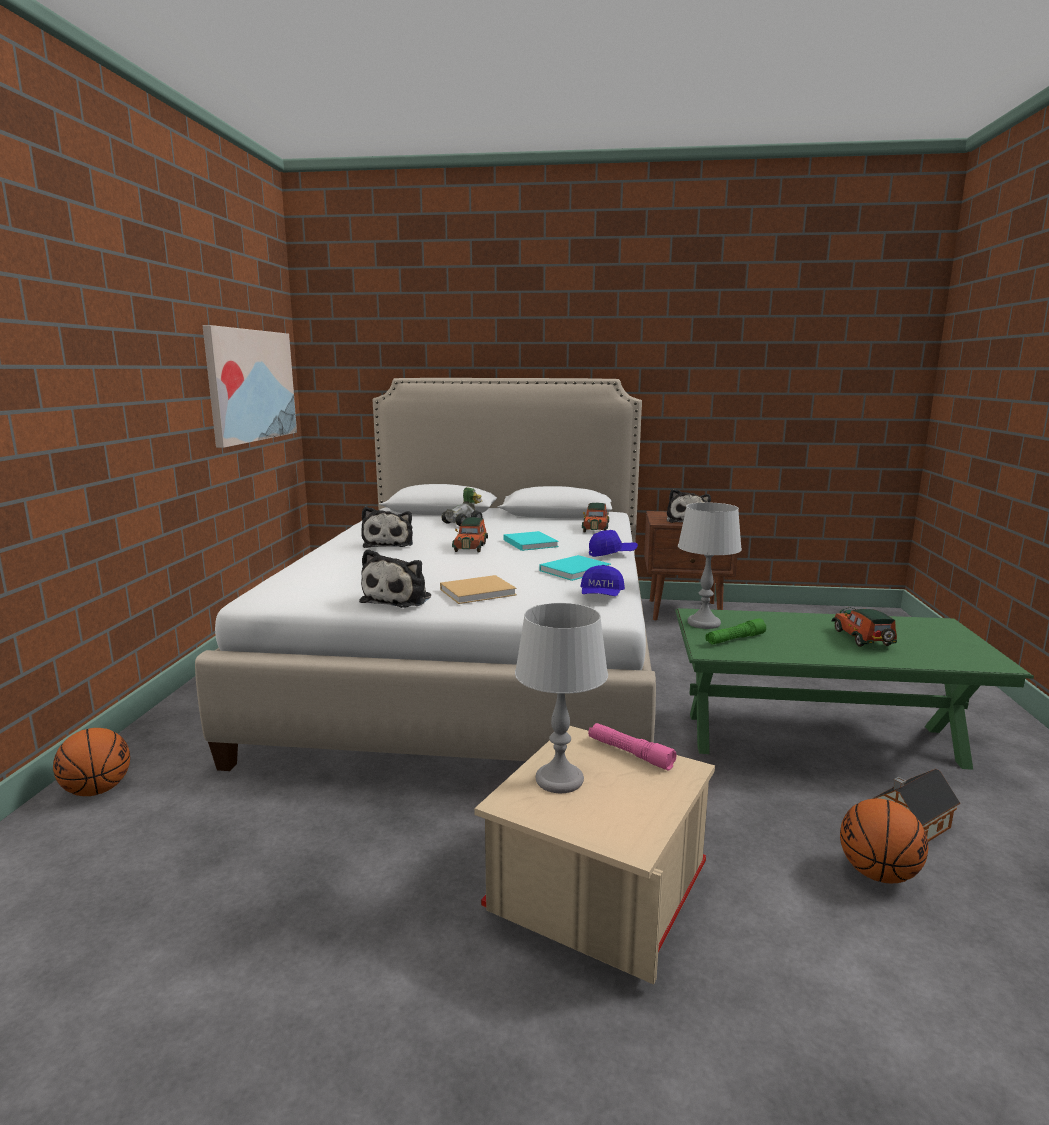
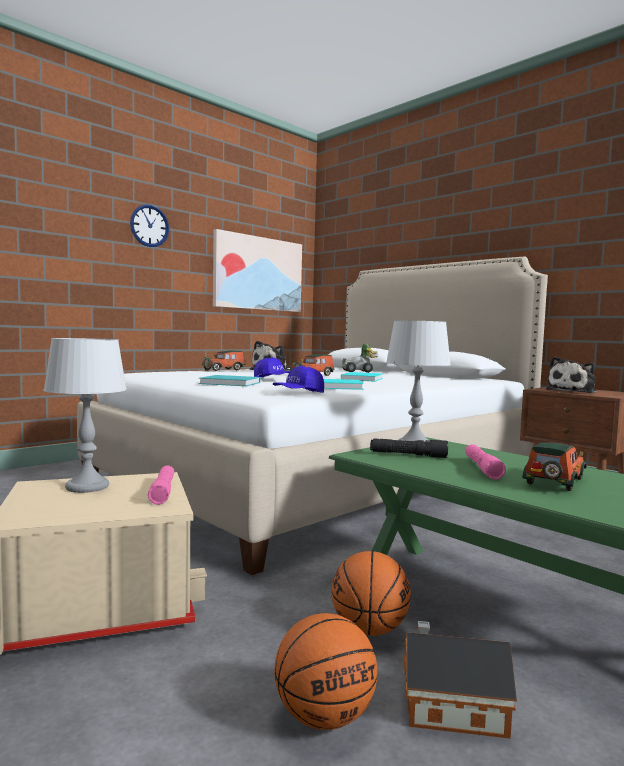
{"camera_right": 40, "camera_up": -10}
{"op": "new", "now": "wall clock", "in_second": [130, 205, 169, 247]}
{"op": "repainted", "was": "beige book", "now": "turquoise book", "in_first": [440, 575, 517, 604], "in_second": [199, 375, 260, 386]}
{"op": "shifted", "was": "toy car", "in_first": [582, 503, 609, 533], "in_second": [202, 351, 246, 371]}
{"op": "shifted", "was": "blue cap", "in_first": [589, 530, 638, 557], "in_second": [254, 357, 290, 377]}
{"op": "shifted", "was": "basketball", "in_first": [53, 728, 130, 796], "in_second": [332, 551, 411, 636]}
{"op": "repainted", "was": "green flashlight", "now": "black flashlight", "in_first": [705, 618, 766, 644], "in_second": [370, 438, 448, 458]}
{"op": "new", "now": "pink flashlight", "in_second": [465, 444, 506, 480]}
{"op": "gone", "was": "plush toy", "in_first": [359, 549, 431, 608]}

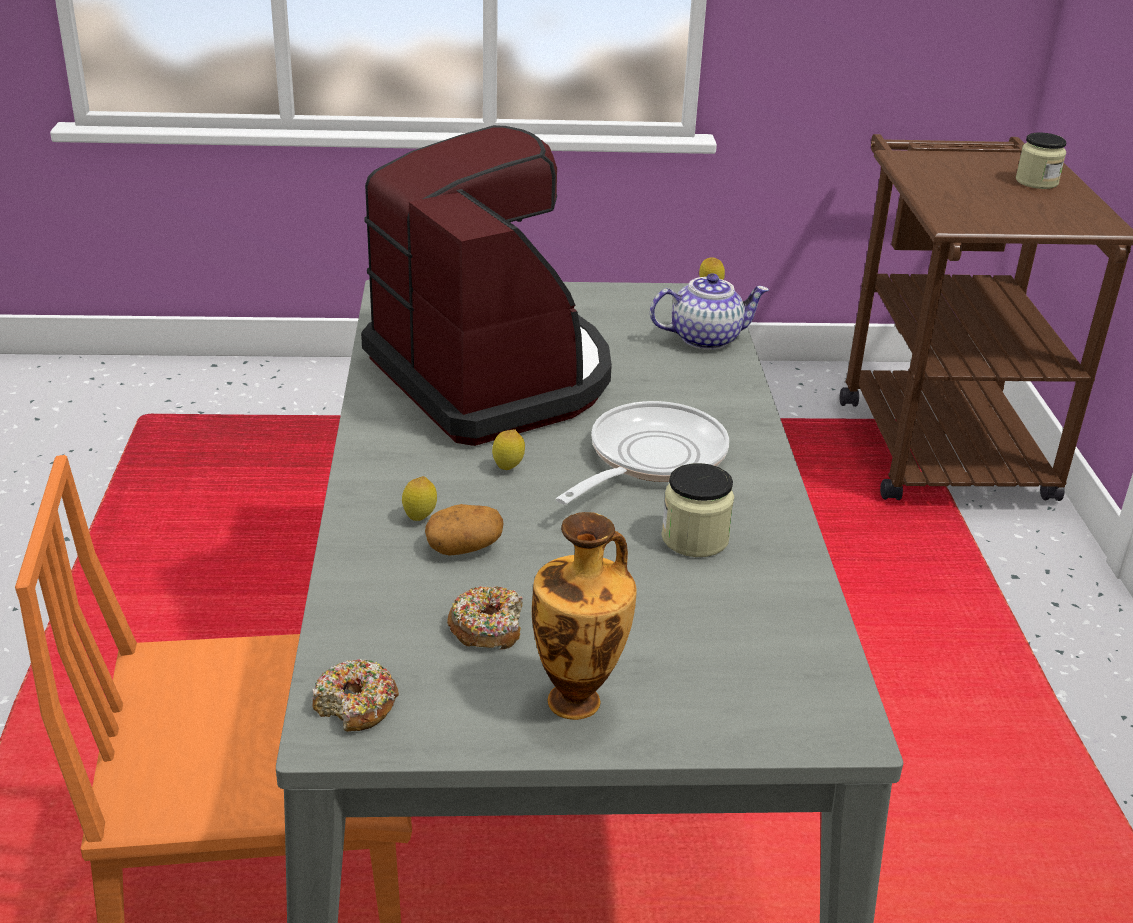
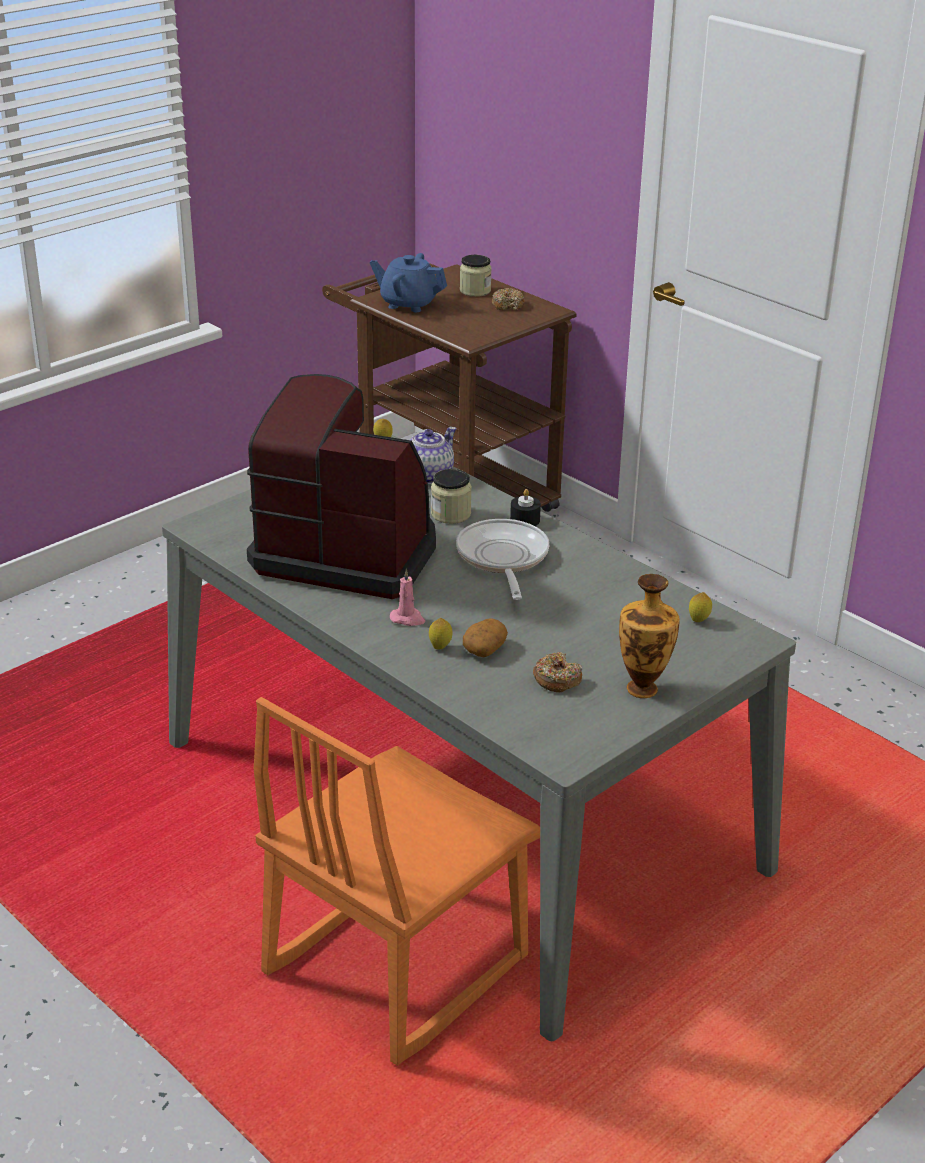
{"camera_right": -40, "camera_up": 0}
{"op": "new", "now": "blue teapot", "in_second": [370, 253, 447, 312]}
{"op": "new", "now": "pink candle", "in_second": [390, 568, 425, 626]}
{"op": "shifted", "was": "jar", "in_first": [661, 463, 734, 557], "in_second": [431, 469, 472, 524]}
{"op": "shifted", "was": "donut", "in_first": [313, 659, 399, 732], "in_second": [492, 288, 525, 310]}
{"op": "new", "now": "black candle", "in_second": [510, 489, 541, 526]}
{"op": "shifted", "was": "lemon", "in_first": [492, 429, 525, 470], "in_second": [689, 592, 712, 622]}

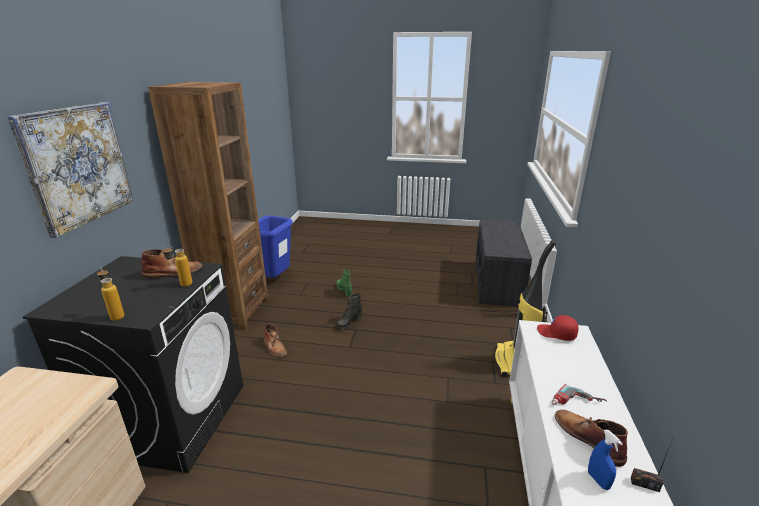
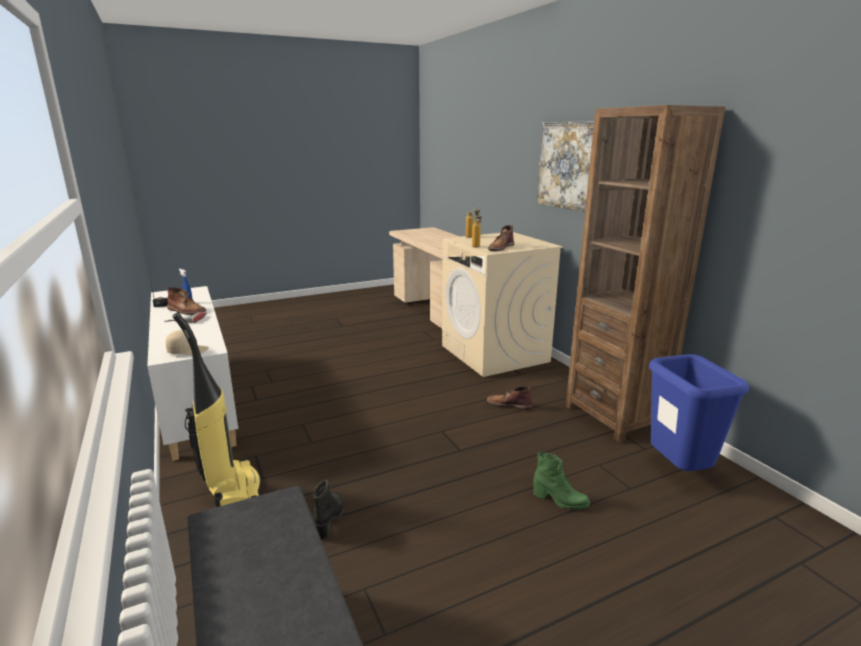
{"camera_right": 145, "camera_up": -5}
{"op": "repainted", "was": "red cap", "now": "beige cap", "in_first": [537, 315, 579, 341], "in_second": [166, 330, 209, 355]}
{"op": "shifted", "was": "black boot", "in_first": [336, 293, 362, 330], "in_second": [313, 479, 343, 540]}
{"op": "repainted", "was": "black washing machine", "now": "beige washing machine", "in_first": [23, 256, 243, 473], "in_second": [442, 232, 563, 377]}

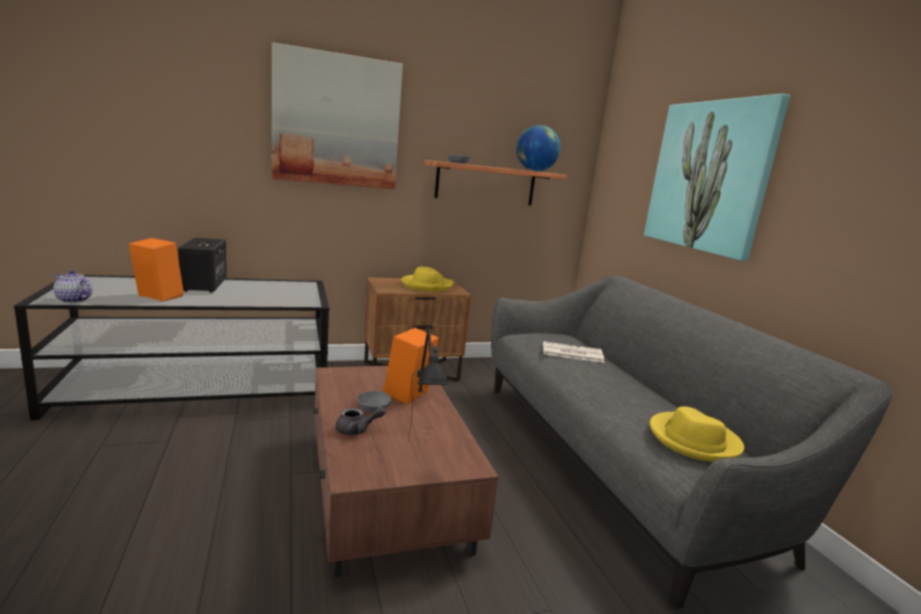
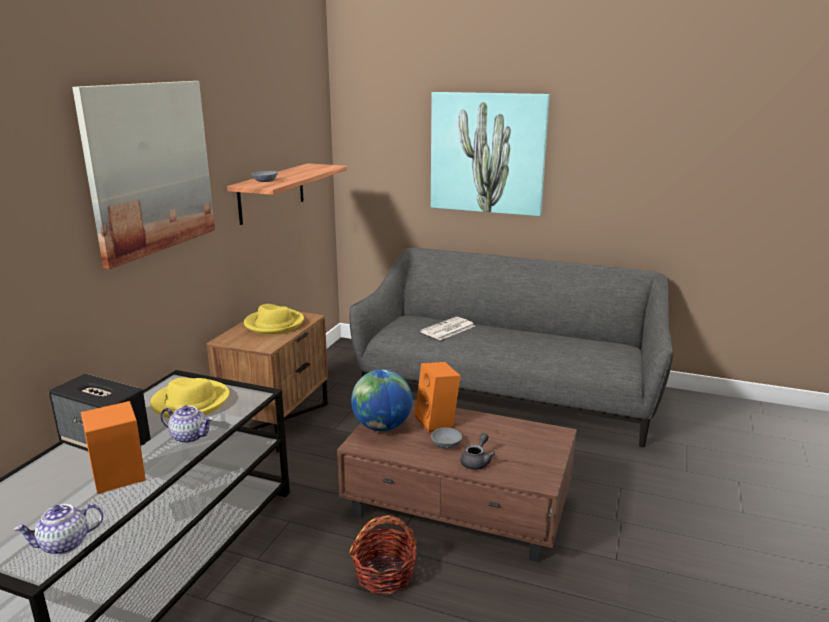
{"camera_right": -50, "camera_up": 5}
{"op": "shifted", "was": "yellow hat", "in_first": [650, 406, 744, 462], "in_second": [150, 377, 229, 418]}
{"op": "new", "now": "teapot", "in_second": [161, 405, 213, 443]}
{"op": "new", "now": "basket", "in_second": [349, 515, 418, 594]}
{"op": "shifted", "was": "globe", "in_first": [516, 125, 561, 171], "in_second": [351, 369, 412, 431]}
{"op": "gone", "was": "black table lamp", "in_first": [408, 324, 449, 441]}

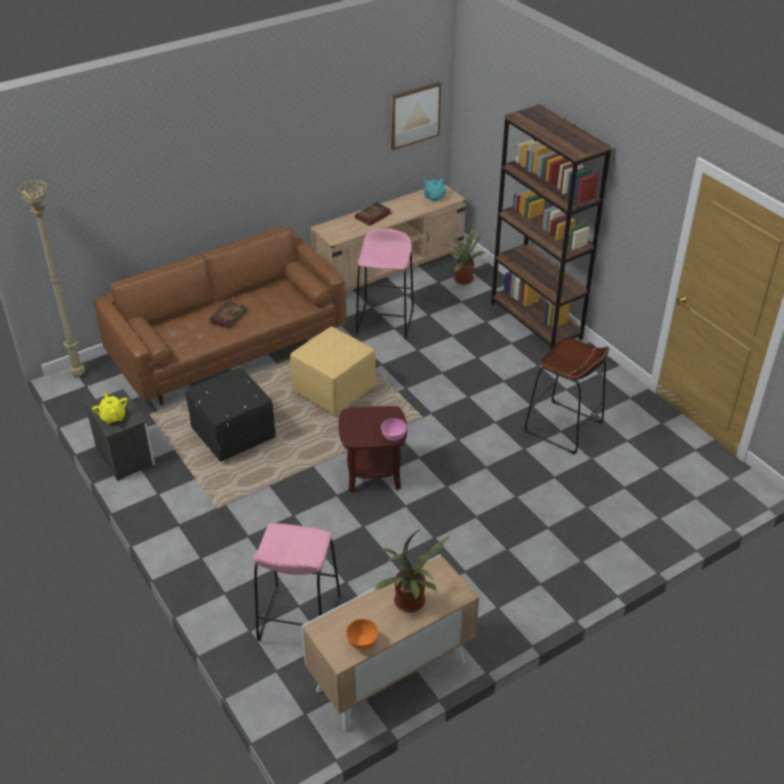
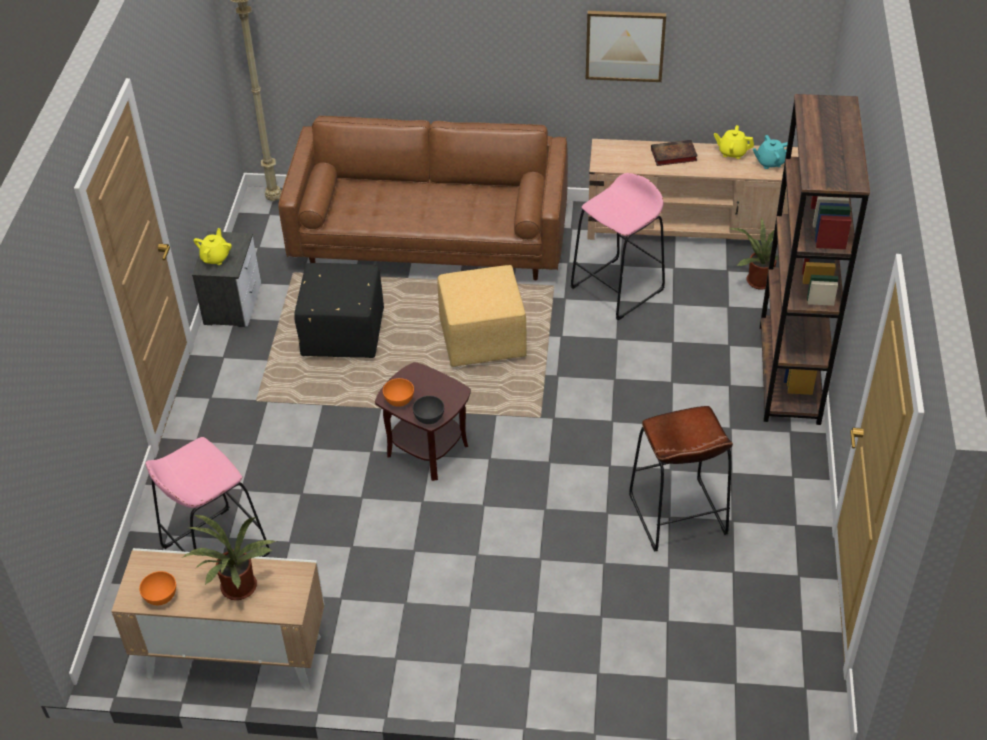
{"camera_right": 40, "camera_up": 5}
{"op": "new", "now": "orange bowl", "in_second": [383, 378, 414, 407]}
{"op": "repainted", "was": "pink bowl", "now": "grey bowl", "in_first": [381, 418, 407, 441], "in_second": [413, 396, 444, 424]}
{"op": "shifted", "was": "picture", "in_first": [391, 82, 441, 150], "in_second": [586, 11, 666, 82]}
{"op": "new", "now": "yellow teapot", "in_second": [714, 125, 754, 159]}
{"op": "gone", "was": "book", "in_first": [209, 301, 247, 329]}

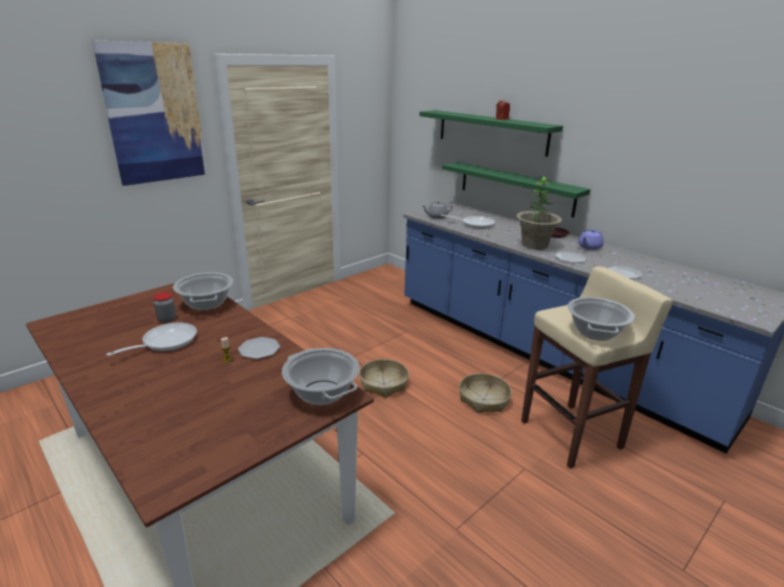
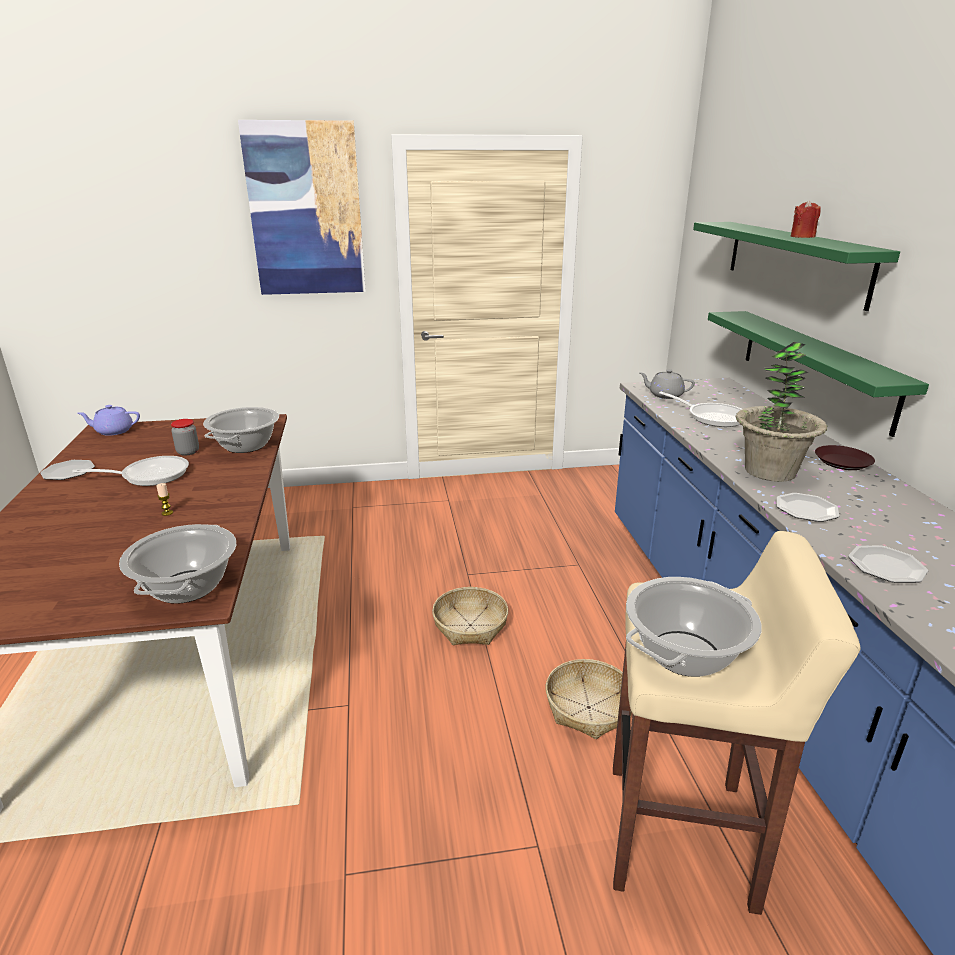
{"camera_right": 35, "camera_up": 0}
{"op": "shifted", "was": "plate", "in_first": [238, 337, 280, 359], "in_second": [40, 460, 95, 480]}
{"op": "shifted", "was": "purple teapot", "in_first": [578, 229, 604, 250], "in_second": [77, 405, 140, 436]}

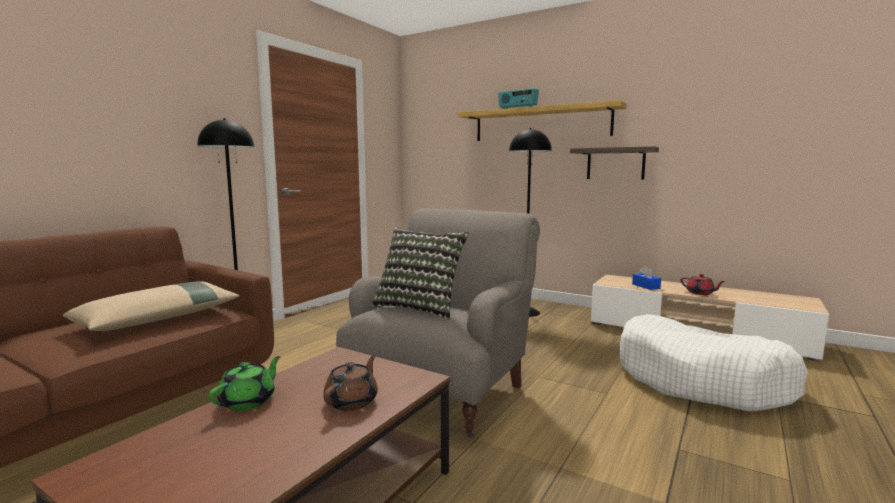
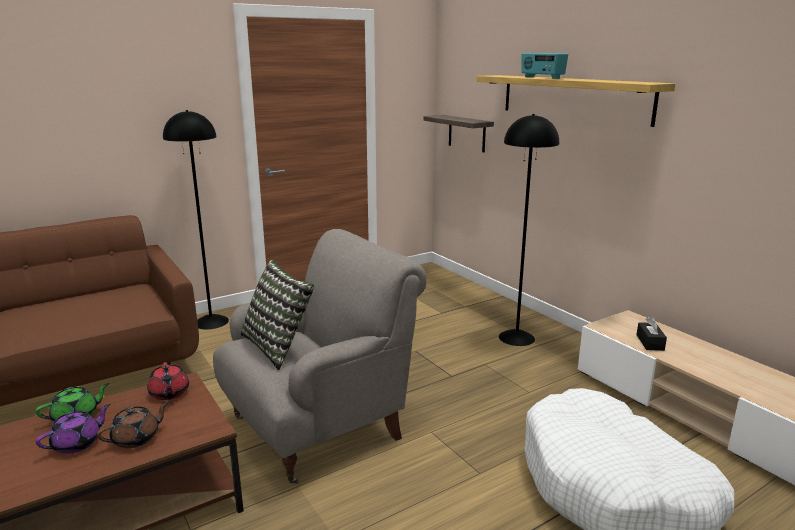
{"camera_right": 25, "camera_up": 10}
{"op": "new", "now": "purple teapot", "in_second": [35, 404, 110, 454]}
{"op": "shifted", "was": "red teapot", "in_first": [680, 274, 726, 295], "in_second": [147, 362, 189, 400]}
{"op": "shifted", "was": "shelf", "in_first": [570, 146, 659, 179], "in_second": [423, 115, 494, 152]}
{"op": "repainted", "was": "blue tissue box", "now": "black tissue box", "in_first": [632, 266, 661, 290], "in_second": [637, 317, 667, 351]}
{"op": "gone", "was": "beige pillow", "in_first": [63, 281, 240, 331]}

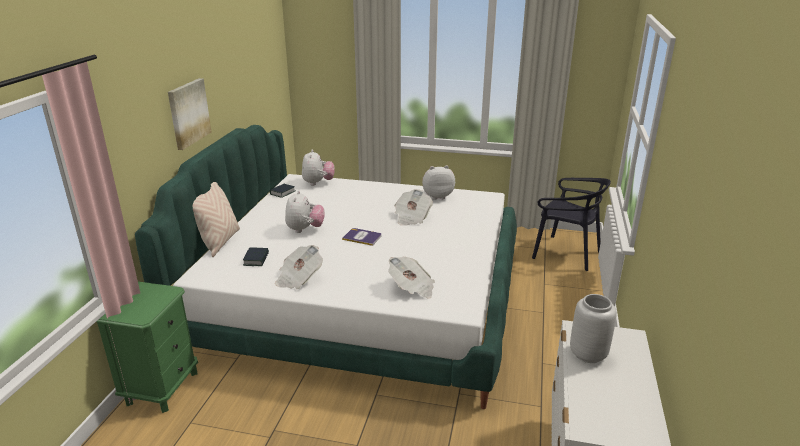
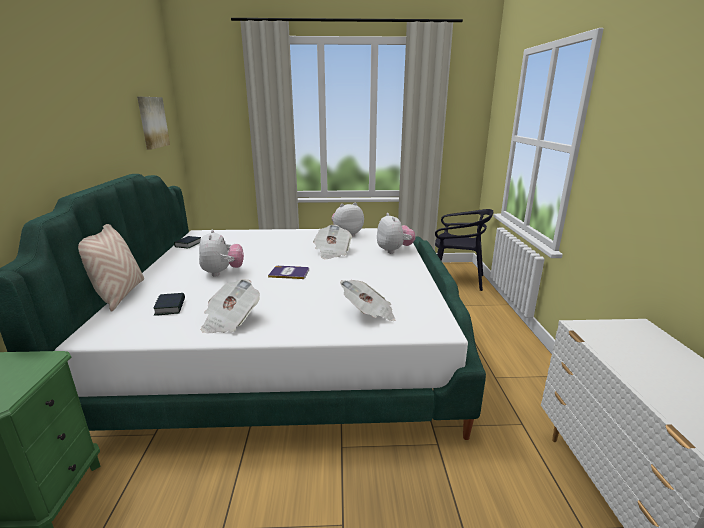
{"camera_right": -15, "camera_up": -5}
{"op": "shifted", "was": "picture", "in_first": [168, 78, 211, 150], "in_second": [137, 97, 170, 150]}
{"op": "shifted", "was": "plush toy", "in_first": [302, 150, 335, 186], "in_second": [377, 213, 415, 254]}
{"op": "gone", "was": "grey vase", "in_first": [570, 294, 617, 363]}

